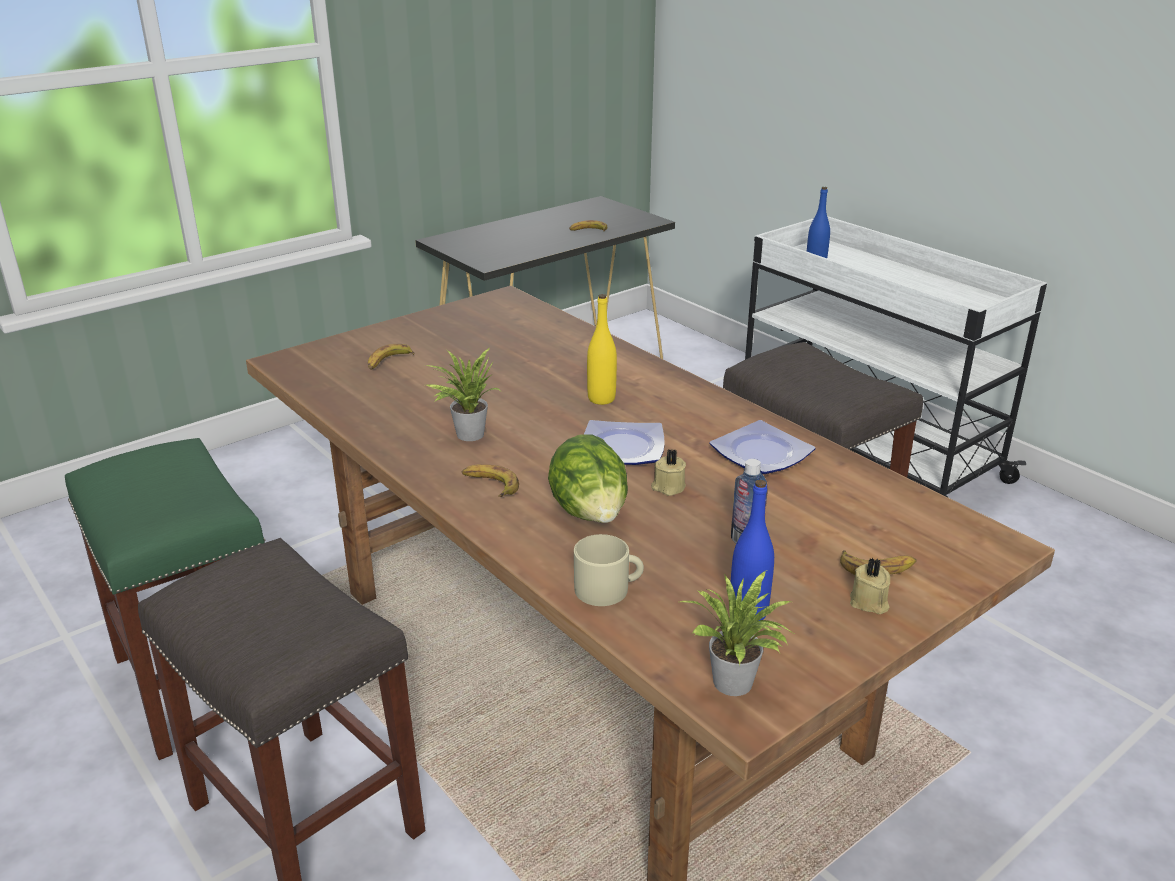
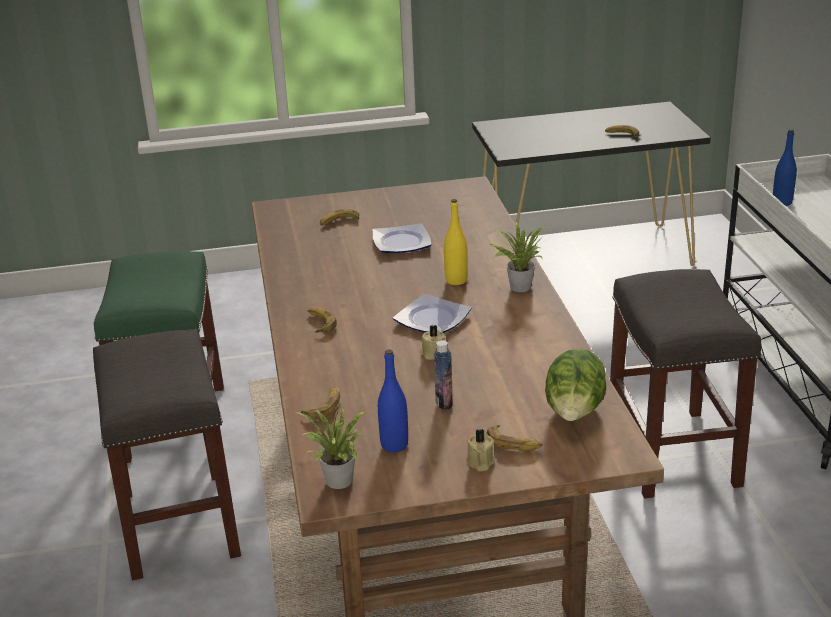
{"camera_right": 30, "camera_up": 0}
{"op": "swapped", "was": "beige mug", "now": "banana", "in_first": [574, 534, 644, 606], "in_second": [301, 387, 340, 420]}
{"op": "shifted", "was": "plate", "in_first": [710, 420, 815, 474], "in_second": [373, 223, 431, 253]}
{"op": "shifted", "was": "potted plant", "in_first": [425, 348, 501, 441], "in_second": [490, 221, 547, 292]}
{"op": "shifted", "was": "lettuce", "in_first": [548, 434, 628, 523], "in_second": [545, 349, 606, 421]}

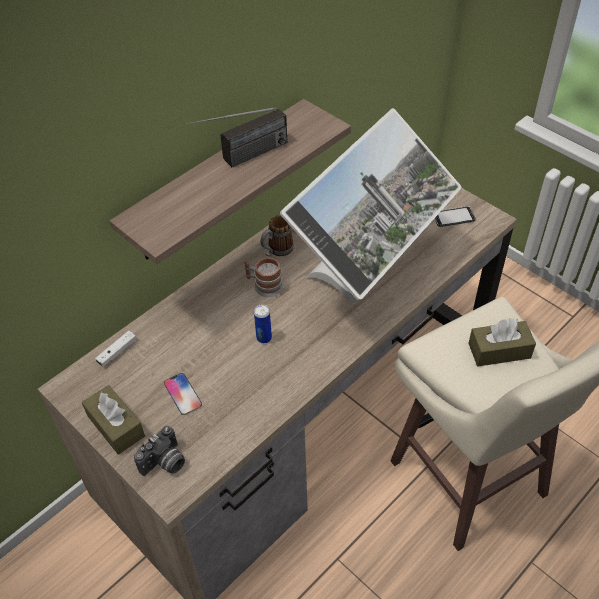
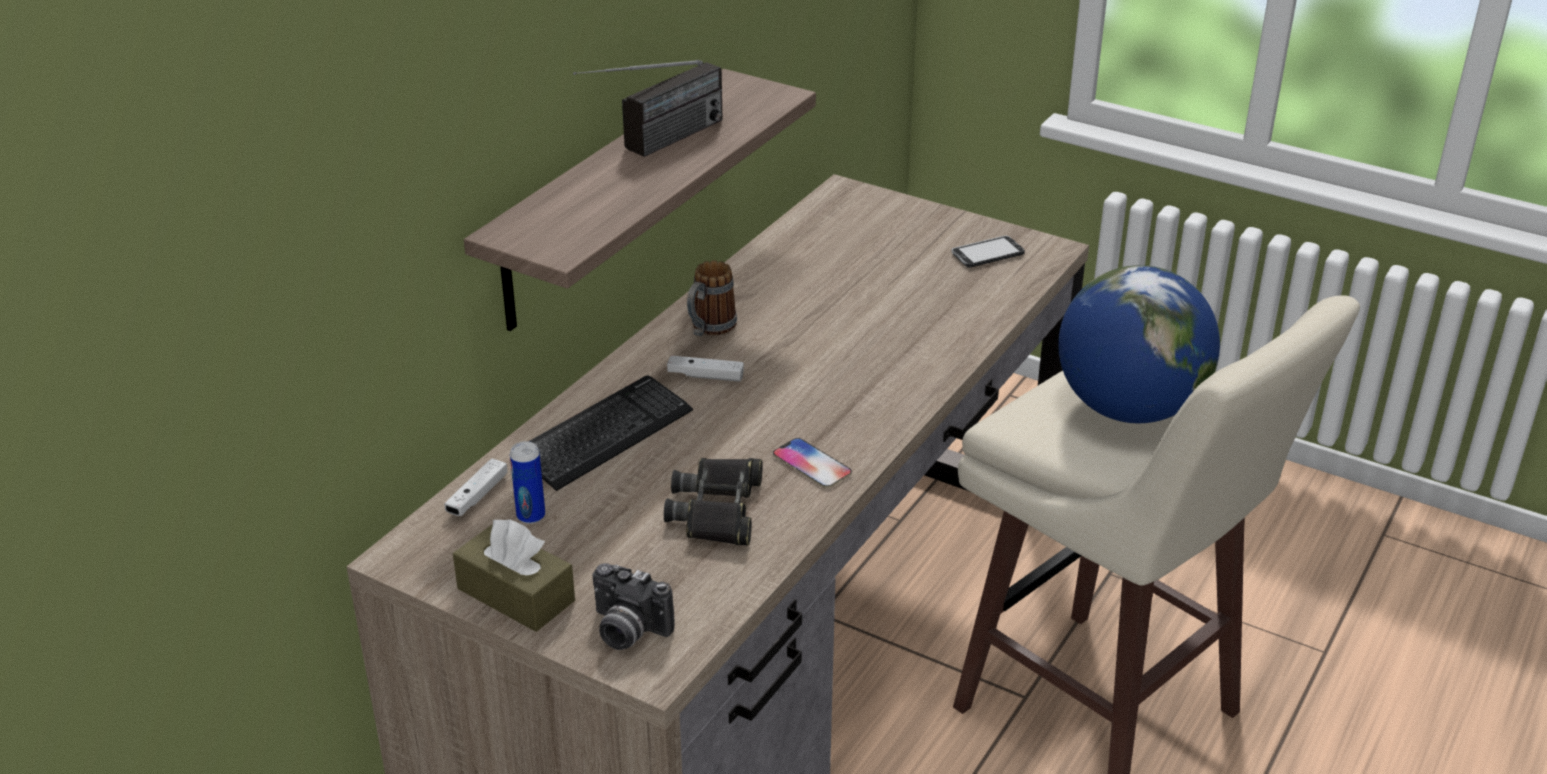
{"camera_right": -15, "camera_up": -15}
{"op": "shifted", "was": "can", "in_first": [254, 304, 272, 344], "in_second": [510, 441, 545, 524]}
{"op": "new", "now": "keyboard", "in_second": [529, 375, 693, 491]}
{"op": "rotated", "was": "photo camera", "in_first": [134, 426, 185, 476], "in_second": [593, 563, 675, 650], "clockwise": 90}
{"op": "new", "now": "black binoculars", "in_second": [664, 458, 763, 546]}
{"op": "swapped", "was": "mug", "now": "white game controller", "in_first": [244, 258, 284, 298], "in_second": [667, 355, 744, 382]}
{"op": "shifted", "was": "phone", "in_first": [164, 373, 202, 415], "in_second": [773, 438, 852, 488]}
{"op": "swapped", "was": "brown tissue box", "now": "globe", "in_first": [468, 318, 536, 366], "in_second": [1058, 265, 1220, 423]}
{"op": "gone", "was": "monitor", "in_first": [280, 108, 461, 302]}

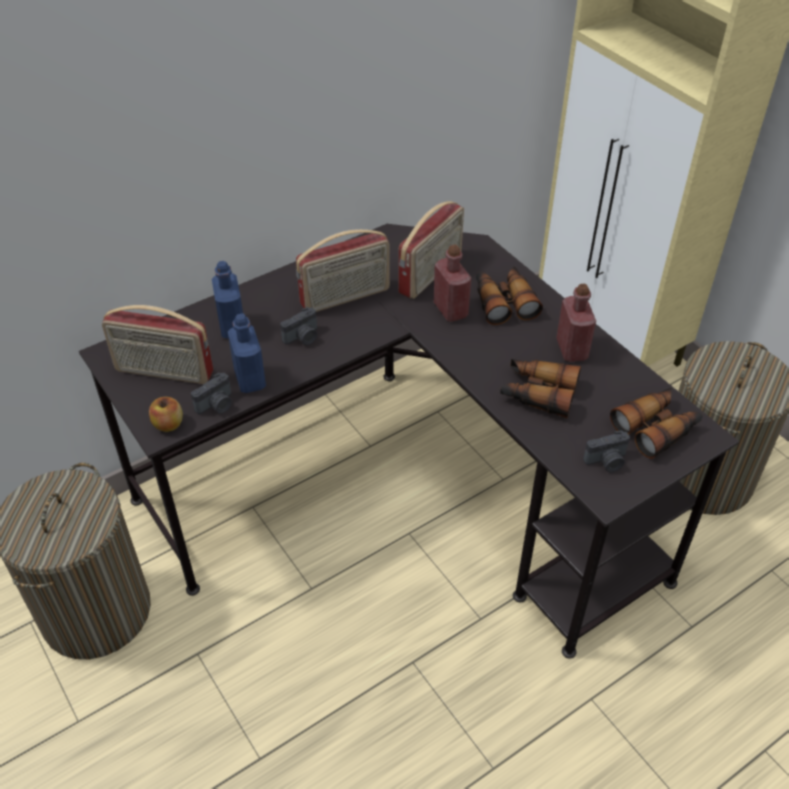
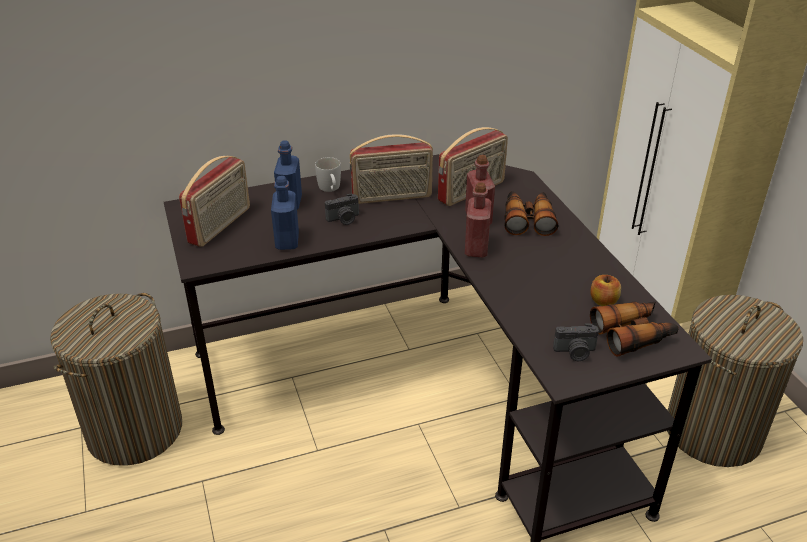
{"camera_right": 15, "camera_up": -10}
{"op": "rotated", "was": "radio", "in_first": [102, 305, 213, 384], "in_second": [179, 156, 250, 247], "clockwise": -90}
{"op": "new", "now": "white mug", "in_second": [315, 157, 341, 192]}
{"op": "shifted", "was": "red bottle", "in_first": [556, 284, 596, 362], "in_second": [465, 182, 491, 257]}
{"op": "shifted", "was": "apple", "in_first": [149, 397, 183, 432], "in_second": [590, 275, 621, 306]}
{"op": "gone", "was": "photo camera", "in_first": [191, 373, 232, 414]}
{"op": "gone", "was": "binoculars", "in_first": [500, 359, 581, 418]}

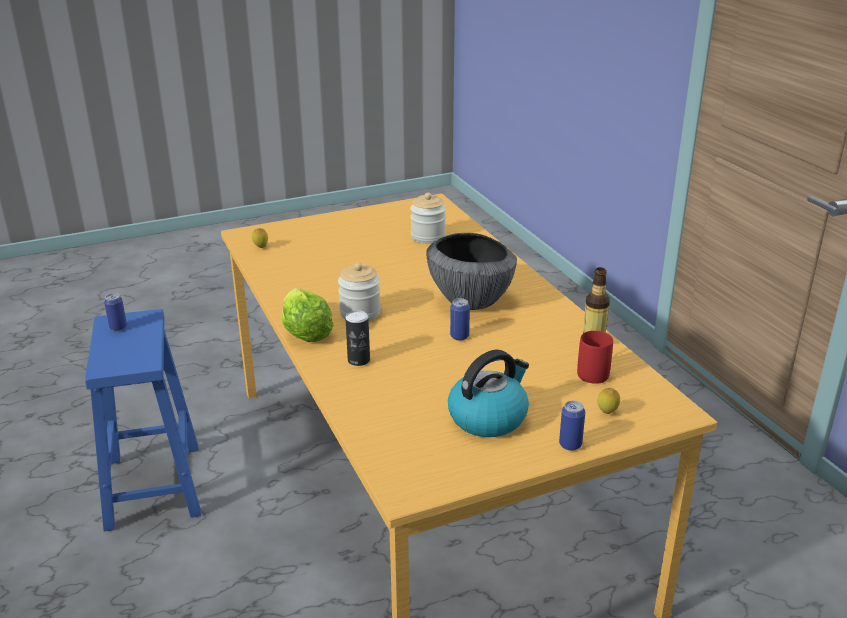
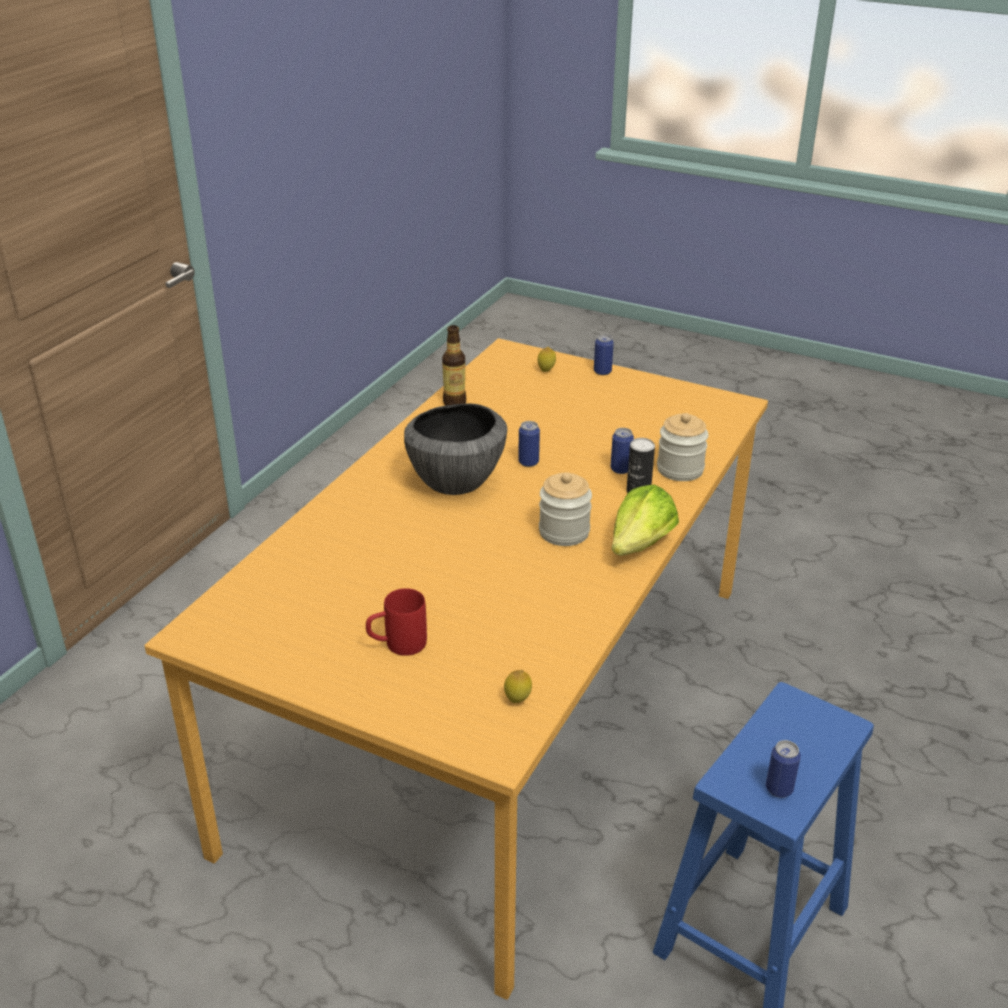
{"camera_right": -130, "camera_up": 5}
{"op": "shifted", "was": "red mug", "in_first": [577, 331, 613, 384], "in_second": [366, 588, 427, 656]}
{"op": "new", "now": "can", "in_second": [610, 428, 634, 474]}
{"op": "shifted", "was": "jar", "in_first": [410, 193, 446, 244], "in_second": [657, 413, 709, 481]}
{"op": "gone", "was": "kettle", "in_first": [448, 349, 529, 437]}

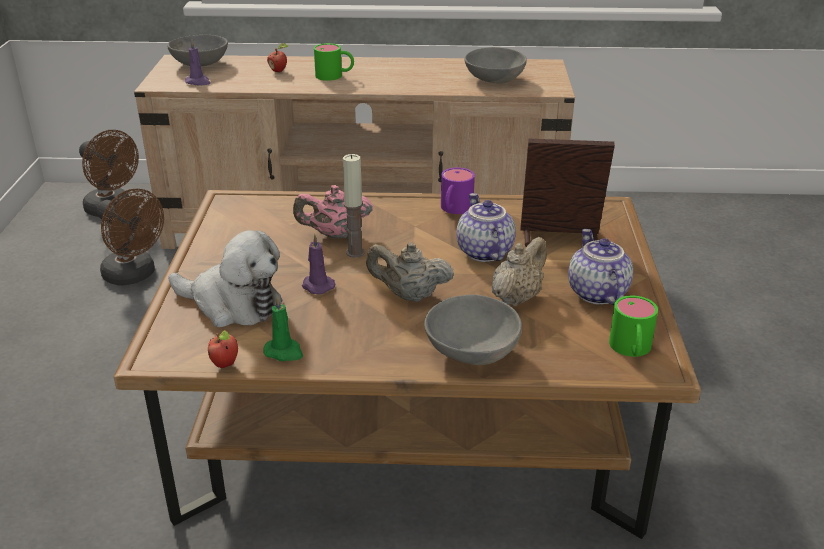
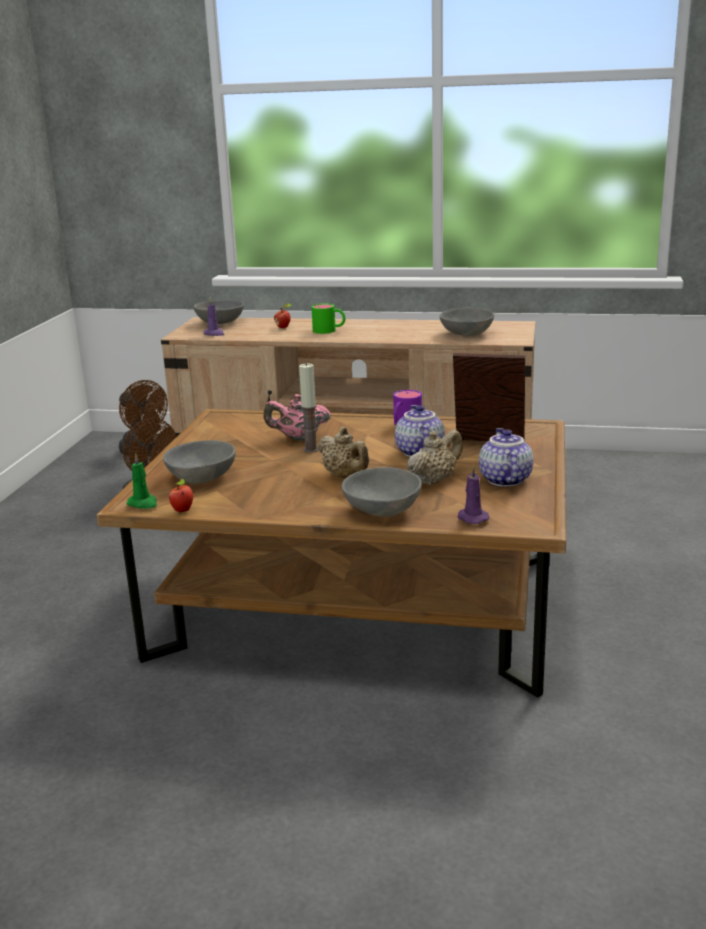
{"camera_right": 10, "camera_up": -10}
{"op": "shifted", "was": "green candle", "in_first": [263, 295, 303, 361], "in_second": [126, 453, 157, 509]}
{"op": "swapped", "was": "plush toy", "now": "grey bowl", "in_first": [168, 230, 283, 327], "in_second": [163, 440, 236, 484]}
{"op": "rotated", "was": "beige teapot", "in_first": [366, 242, 454, 302], "in_second": [318, 427, 369, 478], "clockwise": -150}
{"op": "shifted", "was": "purple candle", "in_first": [302, 234, 335, 294], "in_second": [457, 465, 490, 524]}
{"op": "gone", "was": "green mug", "in_first": [609, 295, 658, 357]}

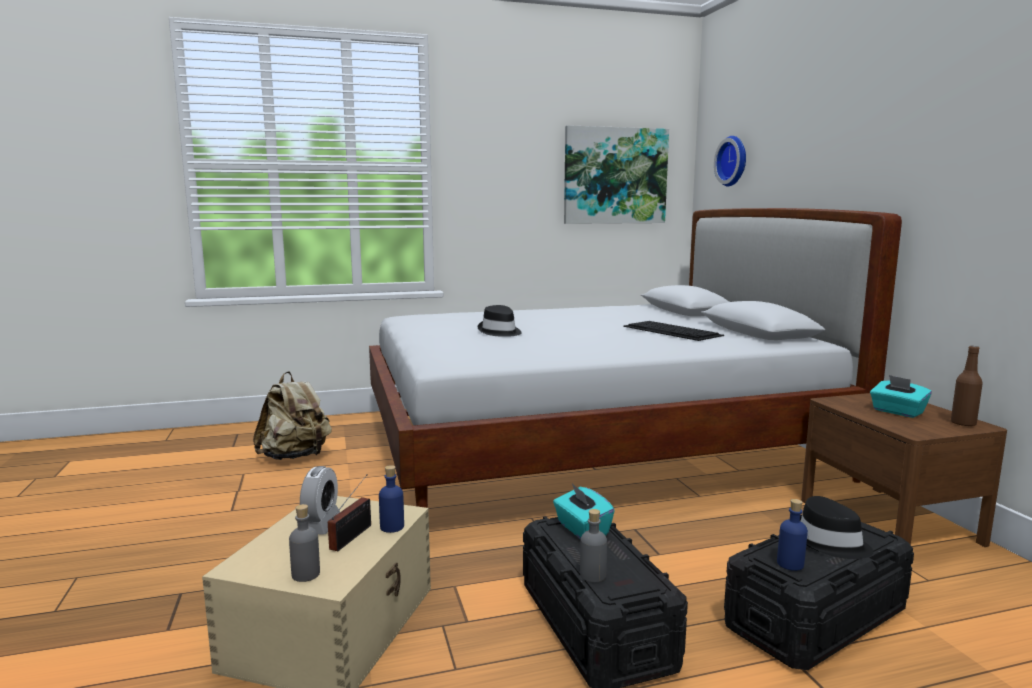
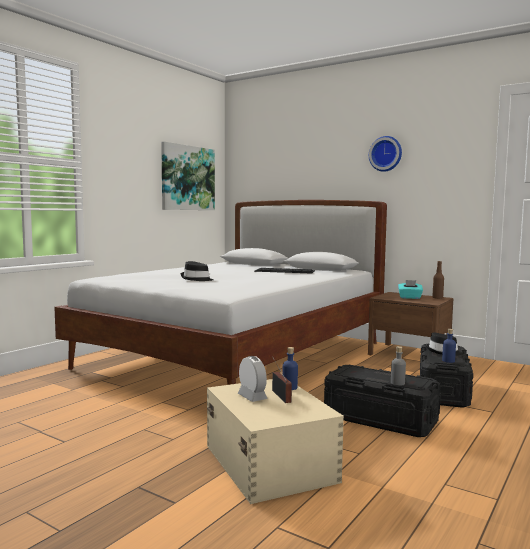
{"camera_right": -40, "camera_up": -5}
{"op": "shifted", "was": "wall clock", "in_first": [714, 136, 746, 186], "in_second": [369, 136, 402, 172]}
{"op": "gone", "was": "beige backpack", "in_first": [253, 371, 332, 460]}
{"op": "gone", "was": "grey bottle", "in_first": [289, 504, 320, 582]}
{"op": "gone", "was": "turquoise tissue box", "in_first": [553, 484, 615, 539]}

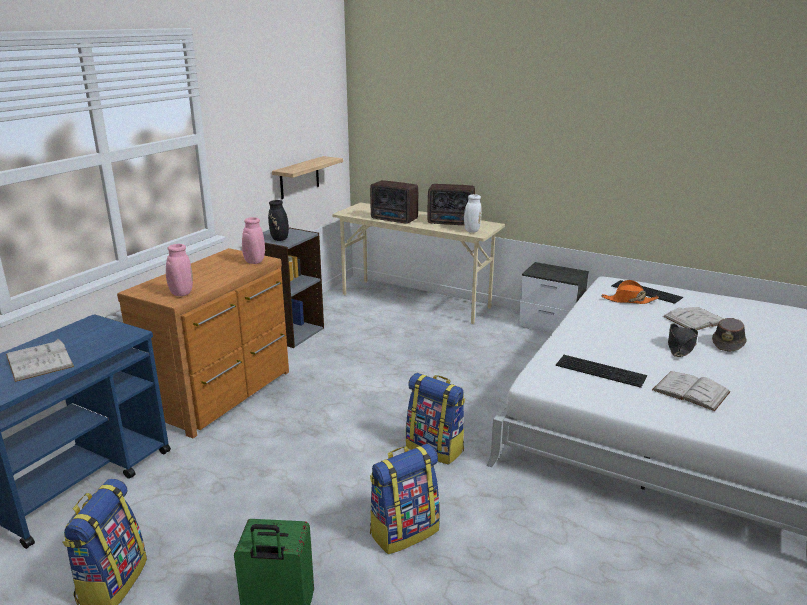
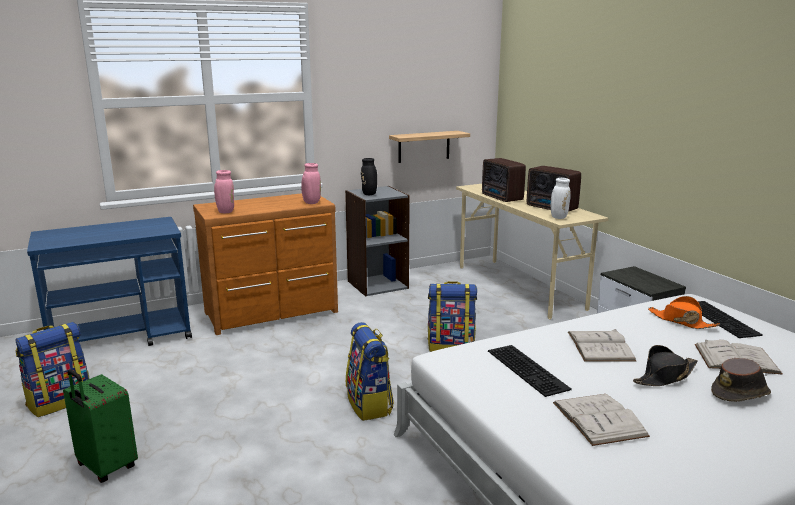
{"camera_right": 35, "camera_up": -5}
{"op": "shifted", "was": "backpack", "in_first": [370, 444, 440, 554], "in_second": [428, 281, 477, 352]}
{"op": "shifted", "was": "white book", "in_first": [6, 339, 74, 382], "in_second": [568, 329, 637, 362]}

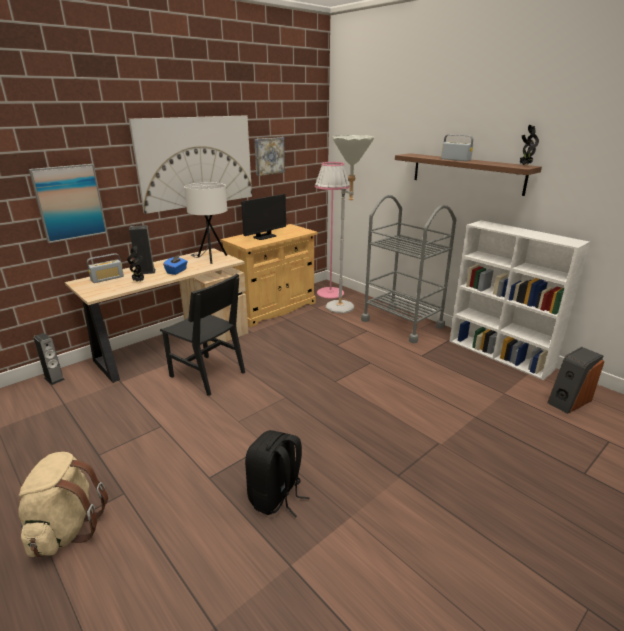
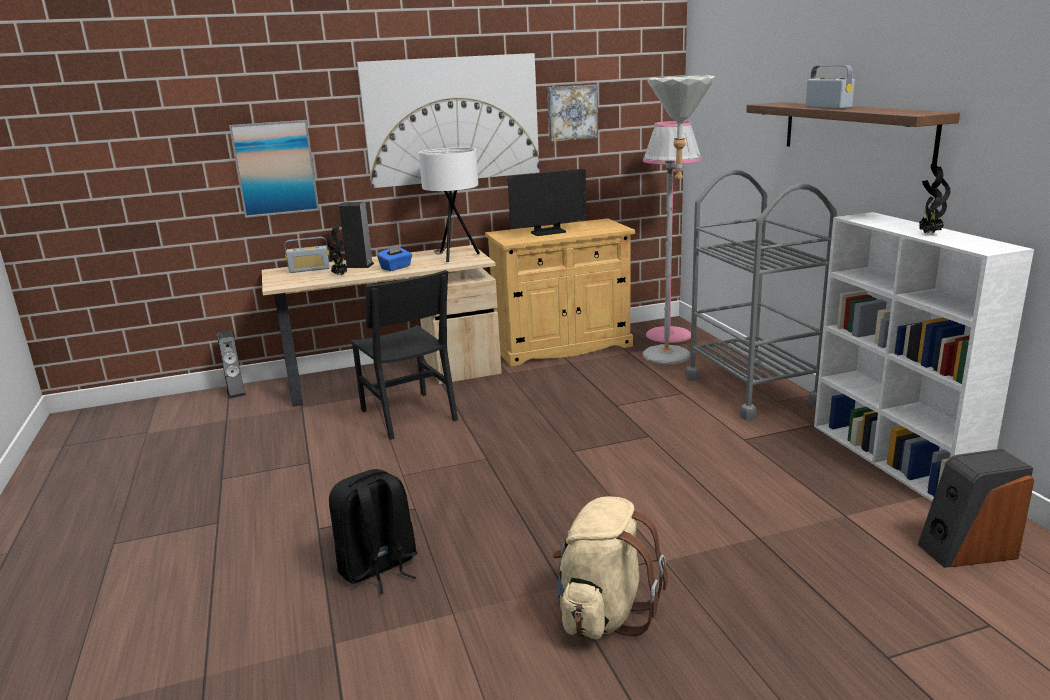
{"camera_right": 25, "camera_up": -5}
{"op": "shifted", "was": "beige backpack", "in_first": [18, 452, 108, 557], "in_second": [552, 496, 668, 639]}
{"op": "shifted", "was": "potted plant", "in_first": [520, 125, 539, 165], "in_second": [919, 164, 950, 233]}

